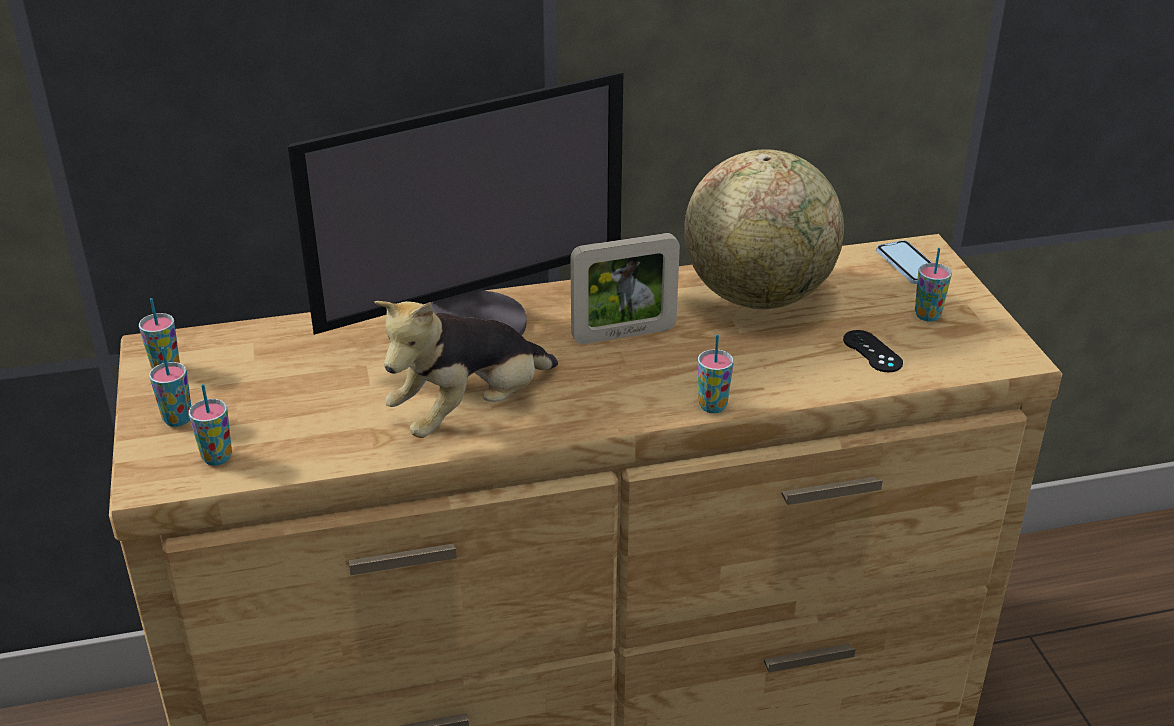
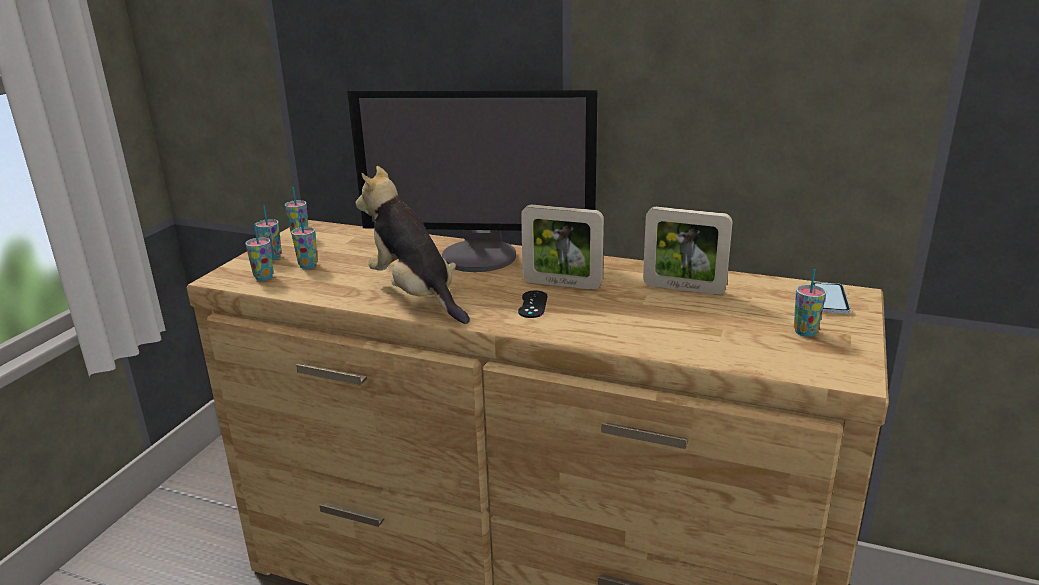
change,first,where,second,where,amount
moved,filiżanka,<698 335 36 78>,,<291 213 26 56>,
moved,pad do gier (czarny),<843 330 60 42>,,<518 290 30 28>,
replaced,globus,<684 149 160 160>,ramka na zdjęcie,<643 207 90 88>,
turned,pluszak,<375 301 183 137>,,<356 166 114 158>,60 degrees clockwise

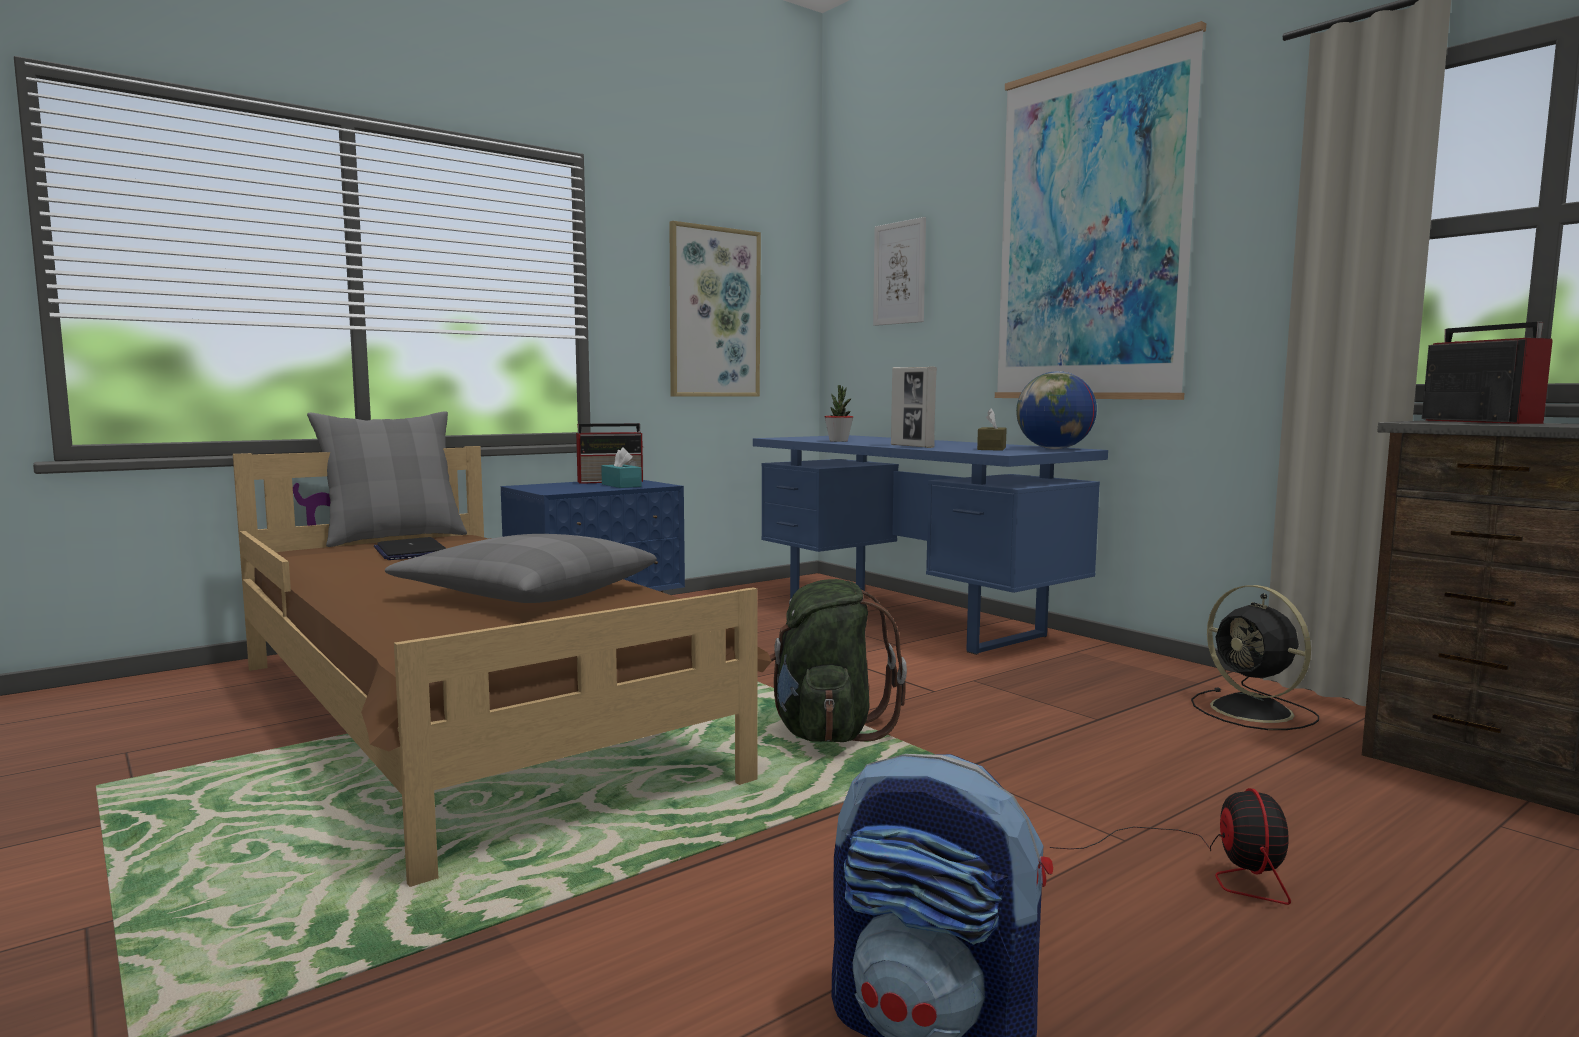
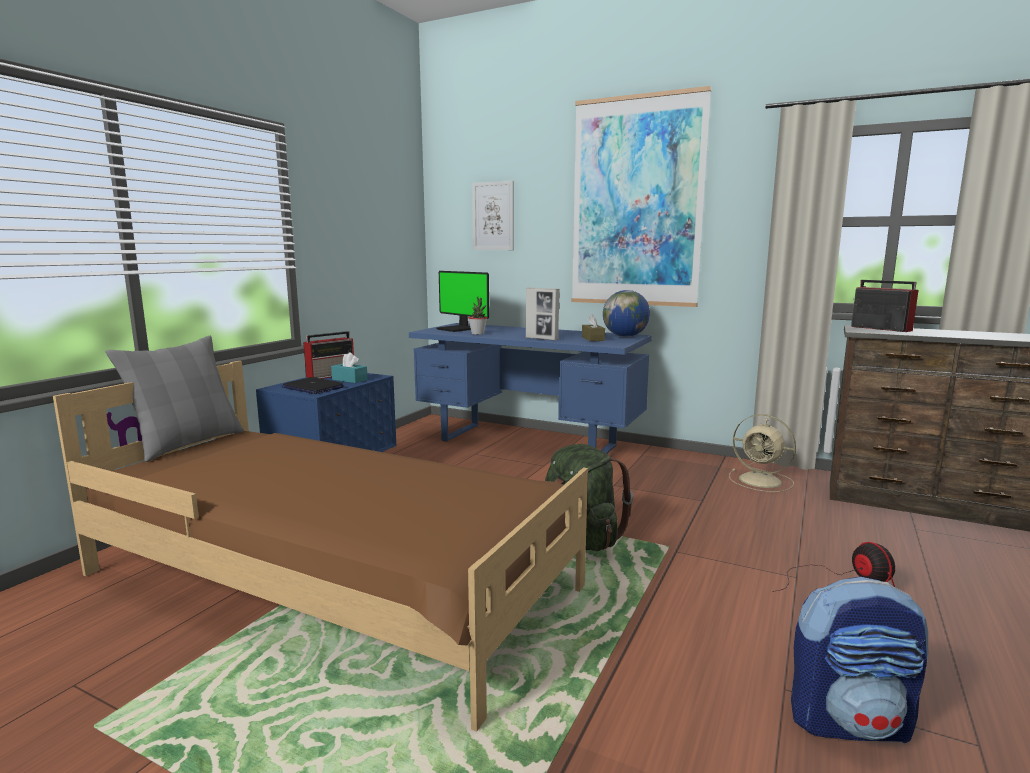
change,first,where,second,where,amount
removed,poduszka (szary),<385 534 272 69>,,,
removed,obraz,<670 221 91 176>,,,
added,,,monitor,<437 271 52 61>,
moved,laptop,<374 537 72 23>,,<282 377 62 17>,
recoloured,wentylator (czarny),<1191 585 128 145>,wentylator (beżowy),<729 414 67 78>,

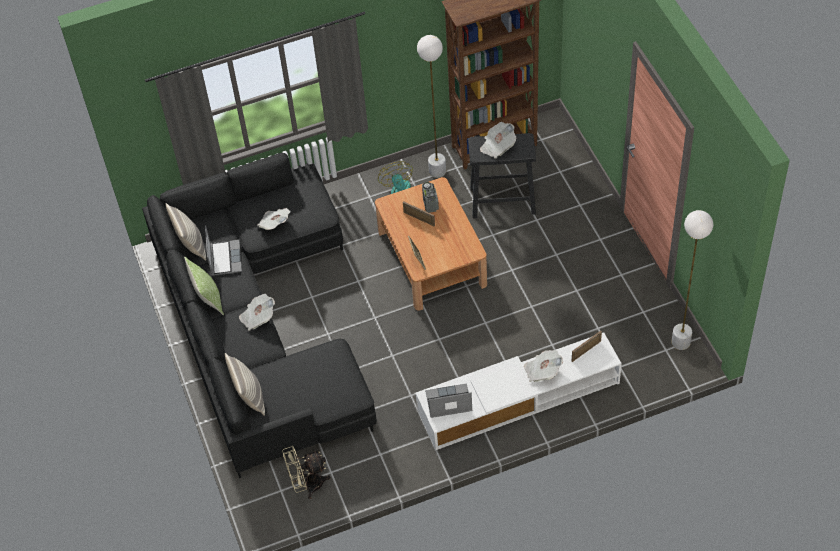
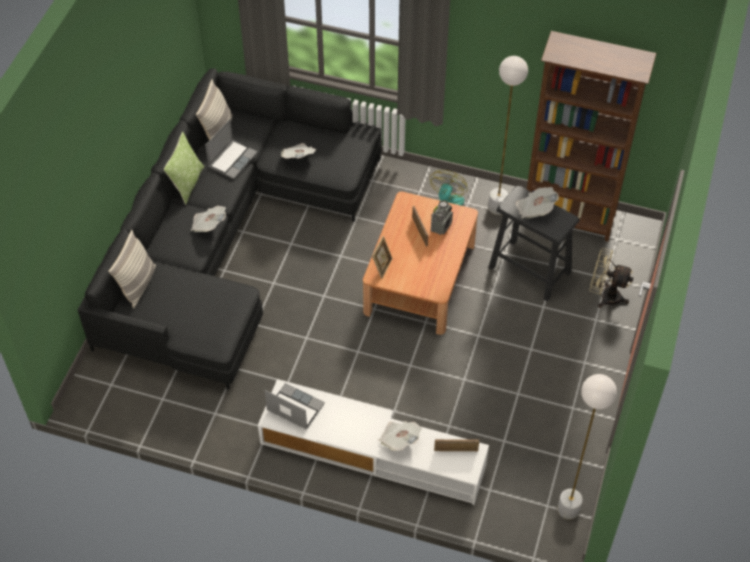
change,first,where,second,where,amount
moved,wentylator (beżowy),<282 446 49 53>,,<590 248 44 60>,

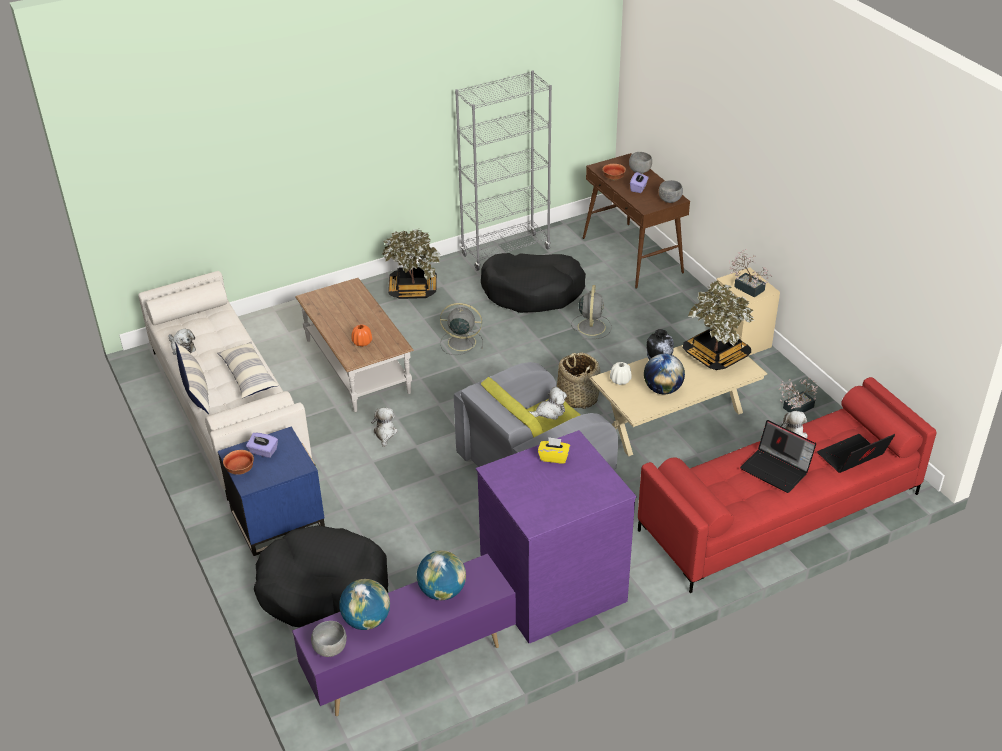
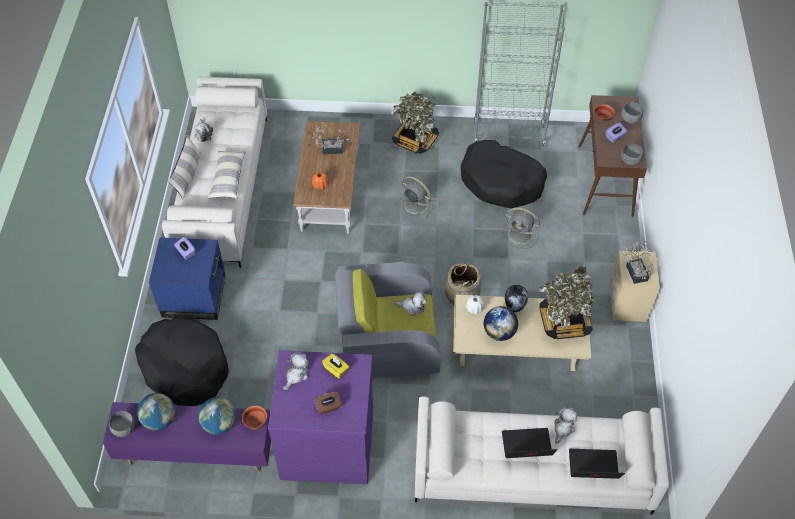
change,first,where,second,where,amount
added,,,pudełko chusteczek (brązowy),<314 391 28 24>,
moved,miska,<223 450 31 25>,,<242 405 25 25>,
moved,pluszak,<371 407 27 40>,,<283 353 26 37>,
moved,roślina doniczkowa,<778 378 40 34>,,<313 124 36 30>,
recoloured,kanapa (czerwony),<638 377 298 216>,kanapa (biały),<415 396 254 119>,
turned,wentylator (szary),<571 285 41 55>,,<503 208 37 41>,75 degrees clockwise
turned,laptop,<740 420 76 73>,,<502 428 55 30>,105 degrees clockwise

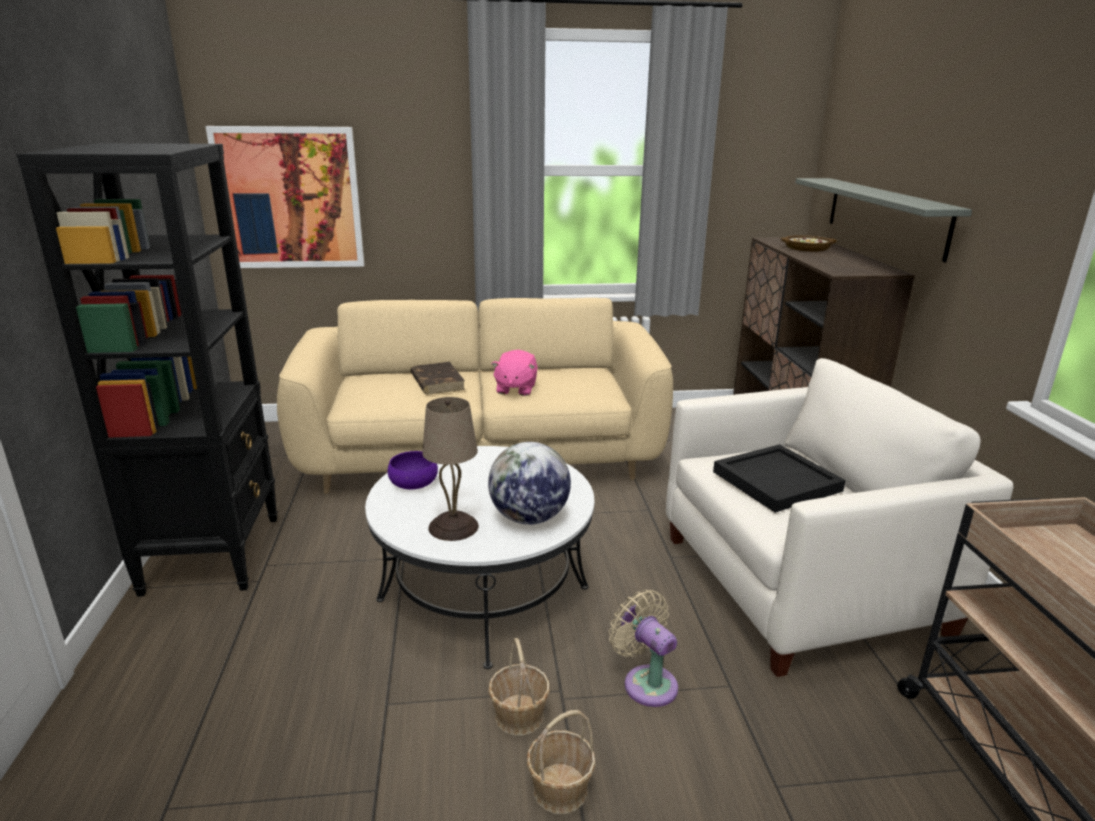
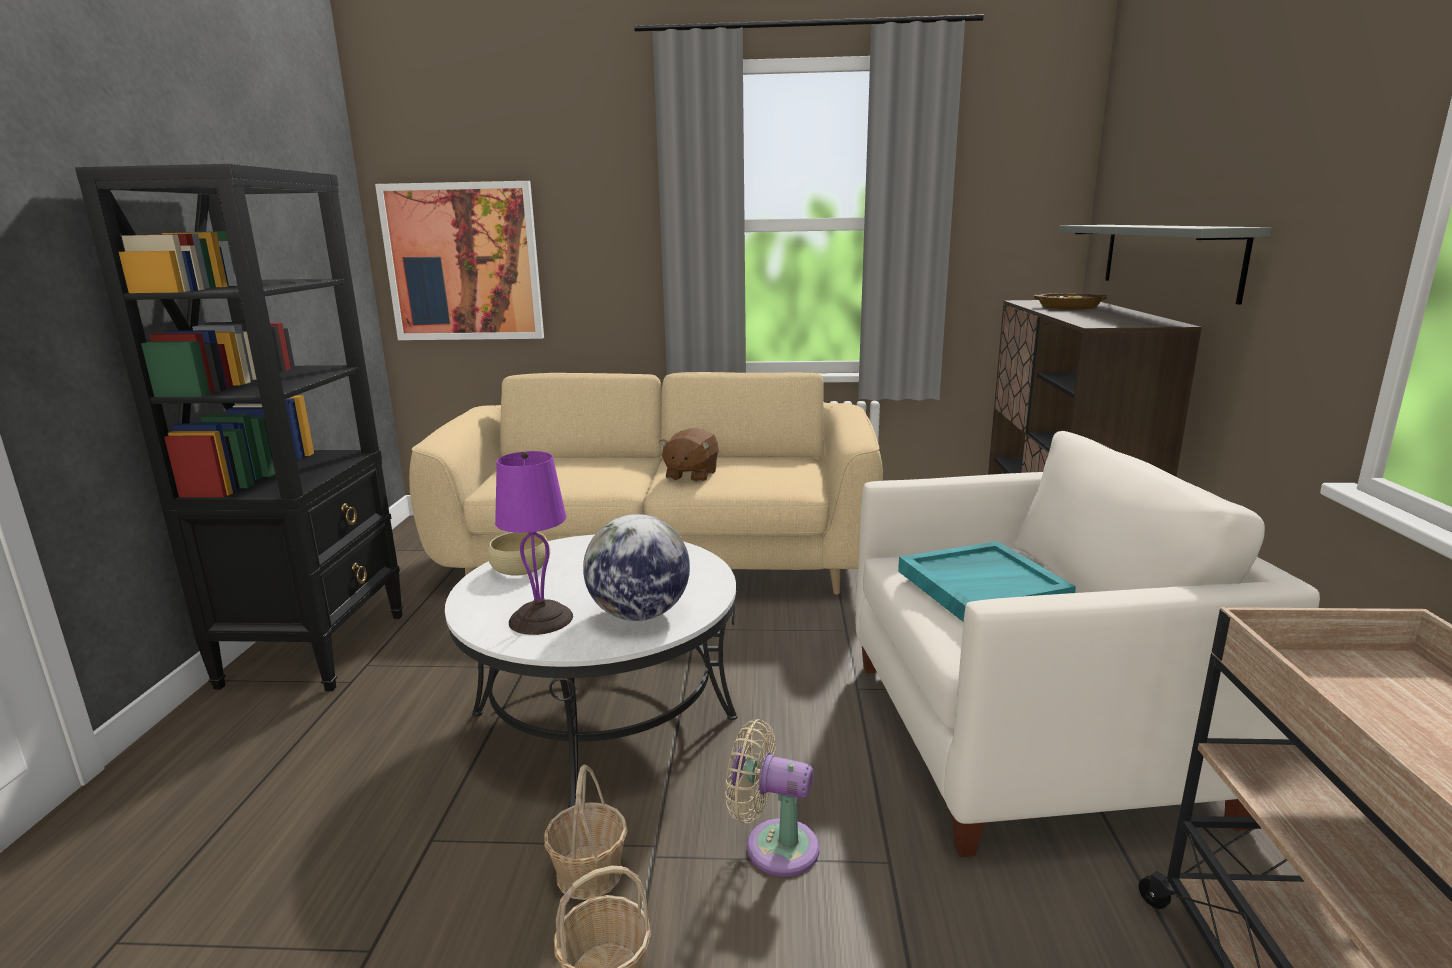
change,first,where,second,where,amount
removed,książka (brązowy),<411 362 54 33>,,,
recoloured,miska (fioletowy),<388 451 50 38>,miska (beżowy),<488 532 62 44>,
recoloured,lampa stołowa (beżowy),<422 397 57 144>,lampa stołowa (fioletowy),<495 451 78 184>,
recoloured,pluszak (różowy),<491 350 47 46>,pluszak (brązowy),<659 428 60 54>,
recoloured,taca (czarny),<713 444 133 69>,taca (turkusowy),<898 541 178 81>,
turned,wentylator (beżowy),<609 590 69 117>,,<725 719 94 158>,45 degrees counterclockwise

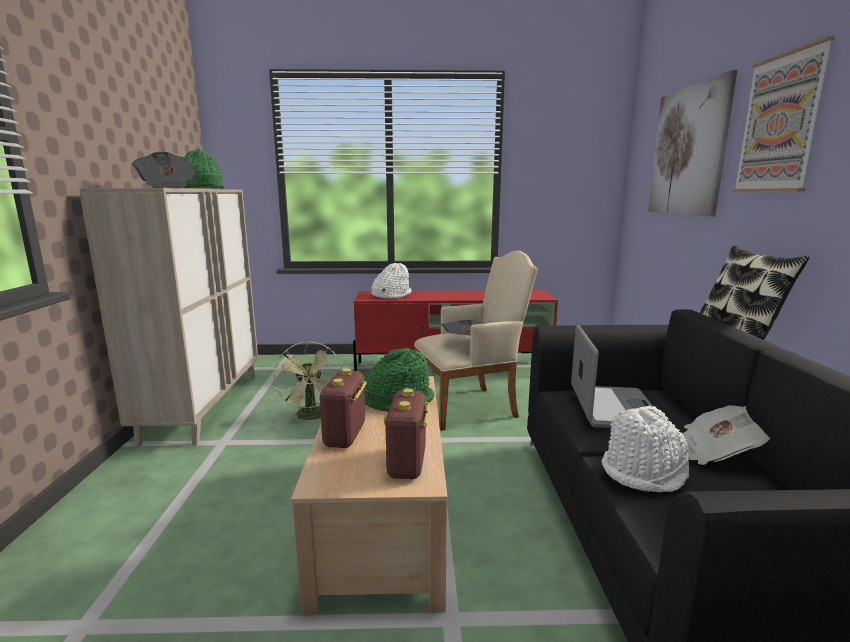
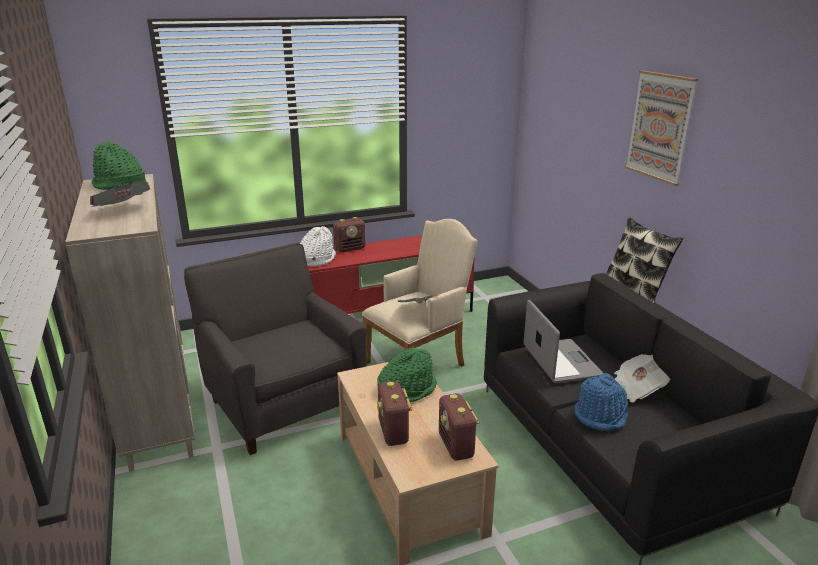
change,first,where,second,where,amount
removed,obraz,<648 70 89 147>,,,
added,,,radio,<333 217 32 35>,
replaced,wentylator (zielony),<274 341 68 81>,fotel (szary),<184 242 183 213>,
recoloured,kapelusz (biały),<602 406 87 86>,kapelusz (niebieski),<575 373 54 58>,

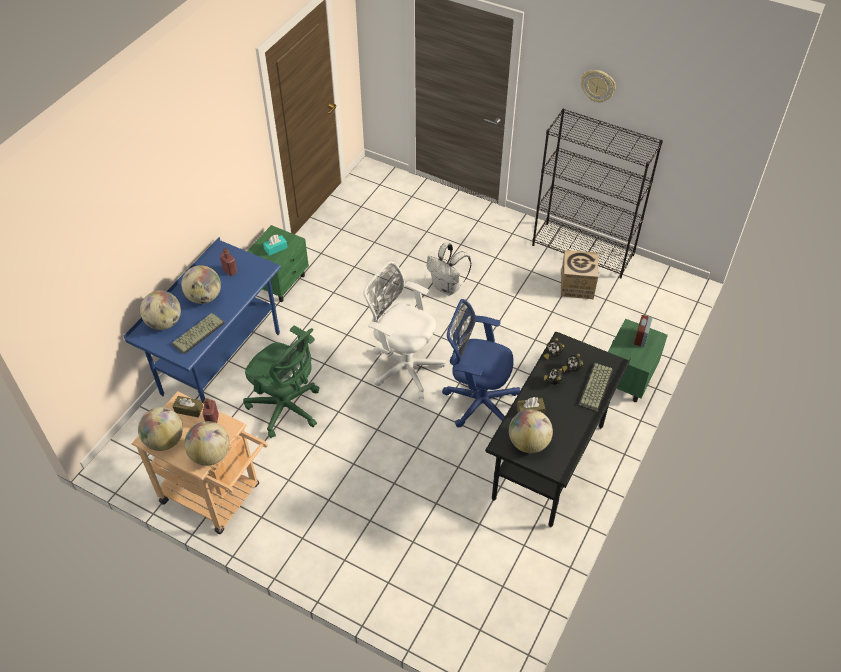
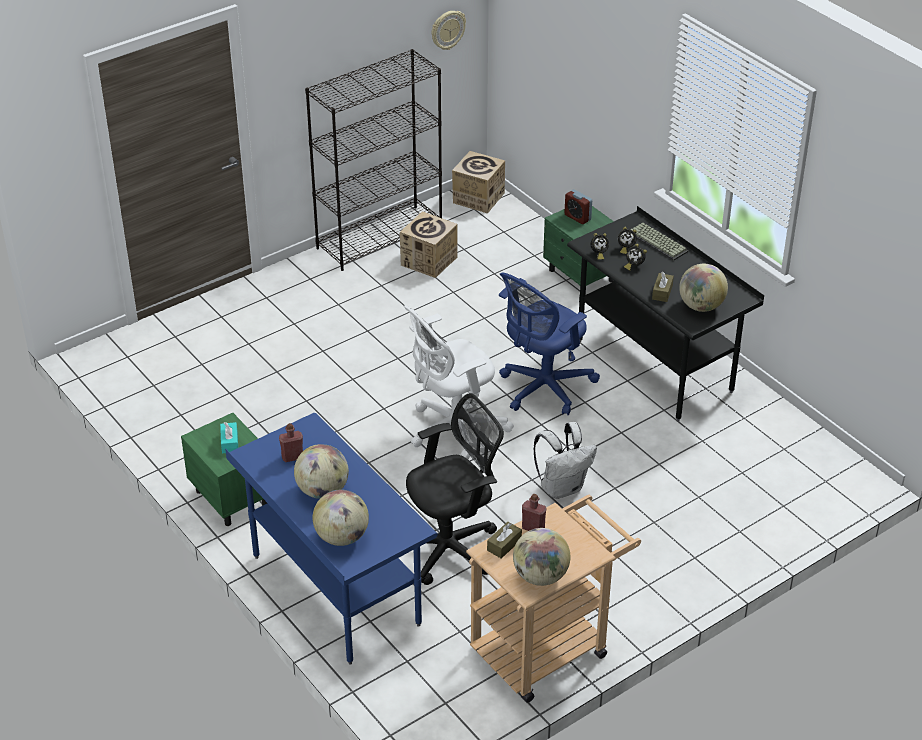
change,first,where,second,where,amount
removed,klawiatura,<172 313 53 41>,,,
removed,globus,<184 421 46 45>,,,
added,,,karton,<452 151 53 63>,
moved,plecak (biały),<427 242 44 54>,,<533 422 64 77>,
moved,zegar ścienny,<581 70 35 32>,,<432 11 34 39>,
recoloured,krzesło biurowe (zielony),<243 326 77 112>,krzesło biurowe (czarny),<406 393 98 192>,

